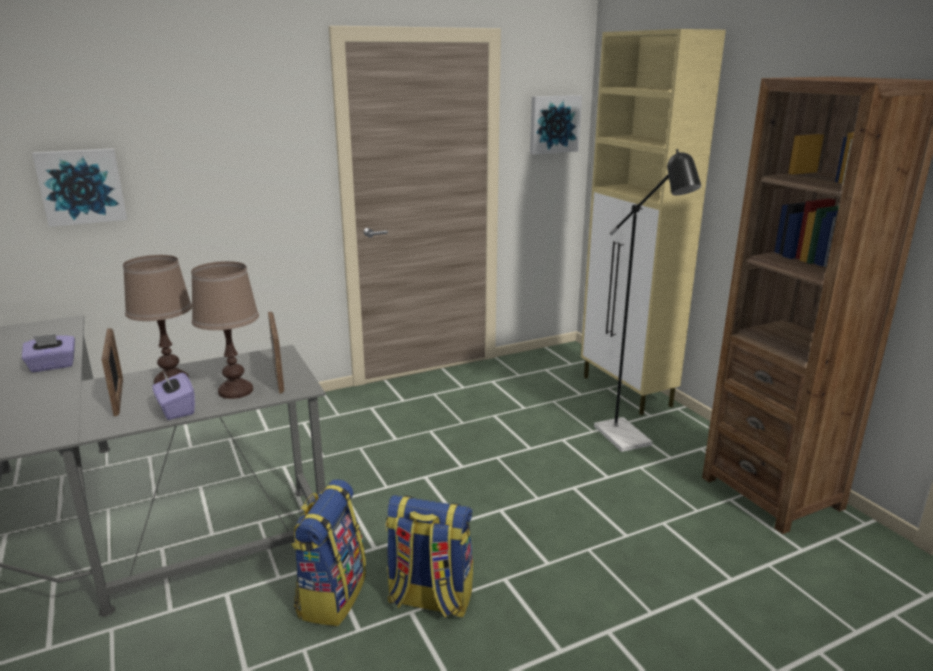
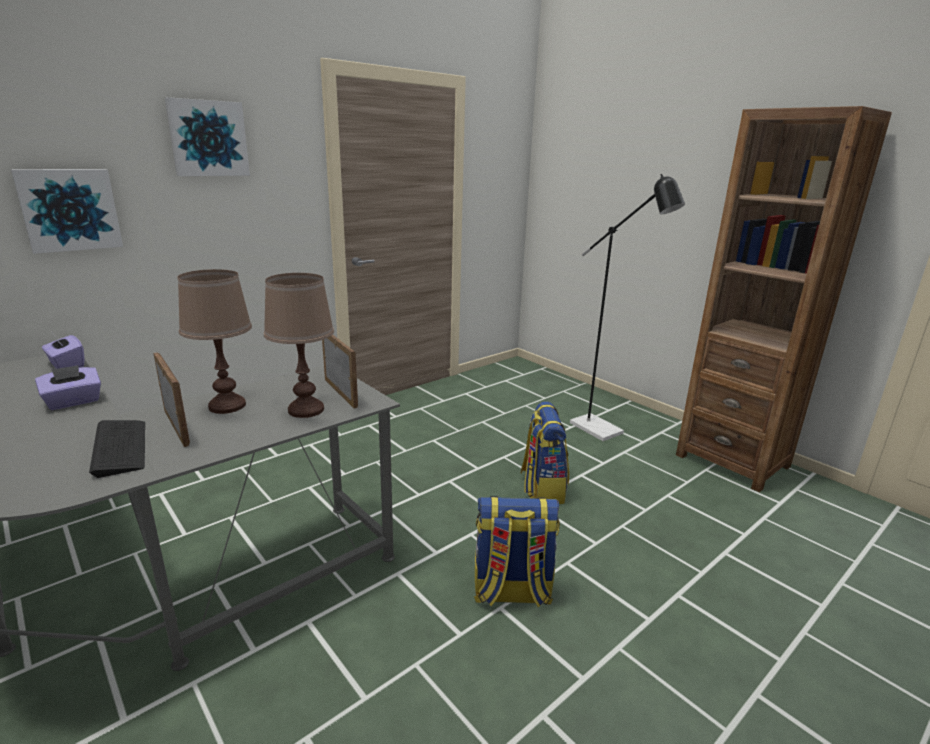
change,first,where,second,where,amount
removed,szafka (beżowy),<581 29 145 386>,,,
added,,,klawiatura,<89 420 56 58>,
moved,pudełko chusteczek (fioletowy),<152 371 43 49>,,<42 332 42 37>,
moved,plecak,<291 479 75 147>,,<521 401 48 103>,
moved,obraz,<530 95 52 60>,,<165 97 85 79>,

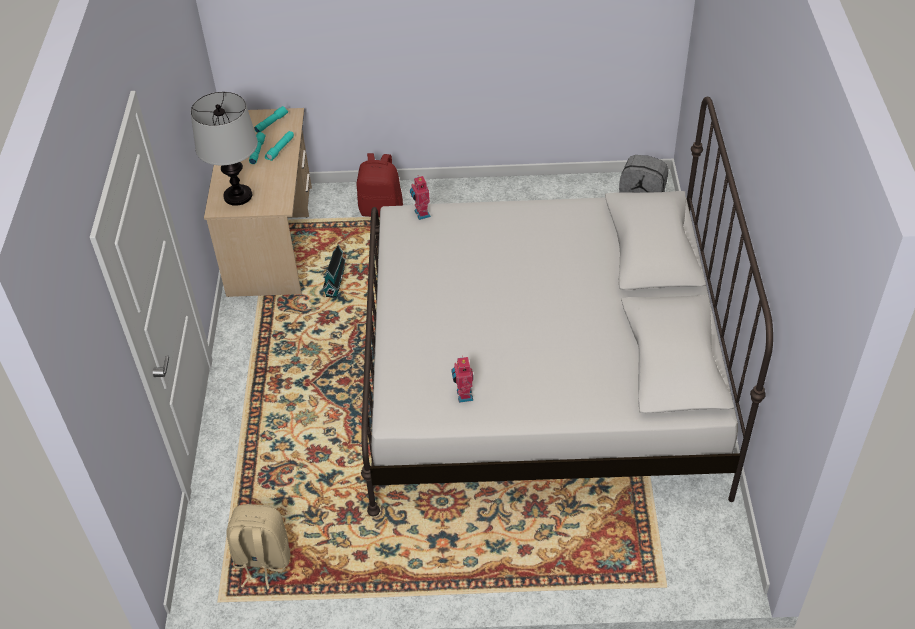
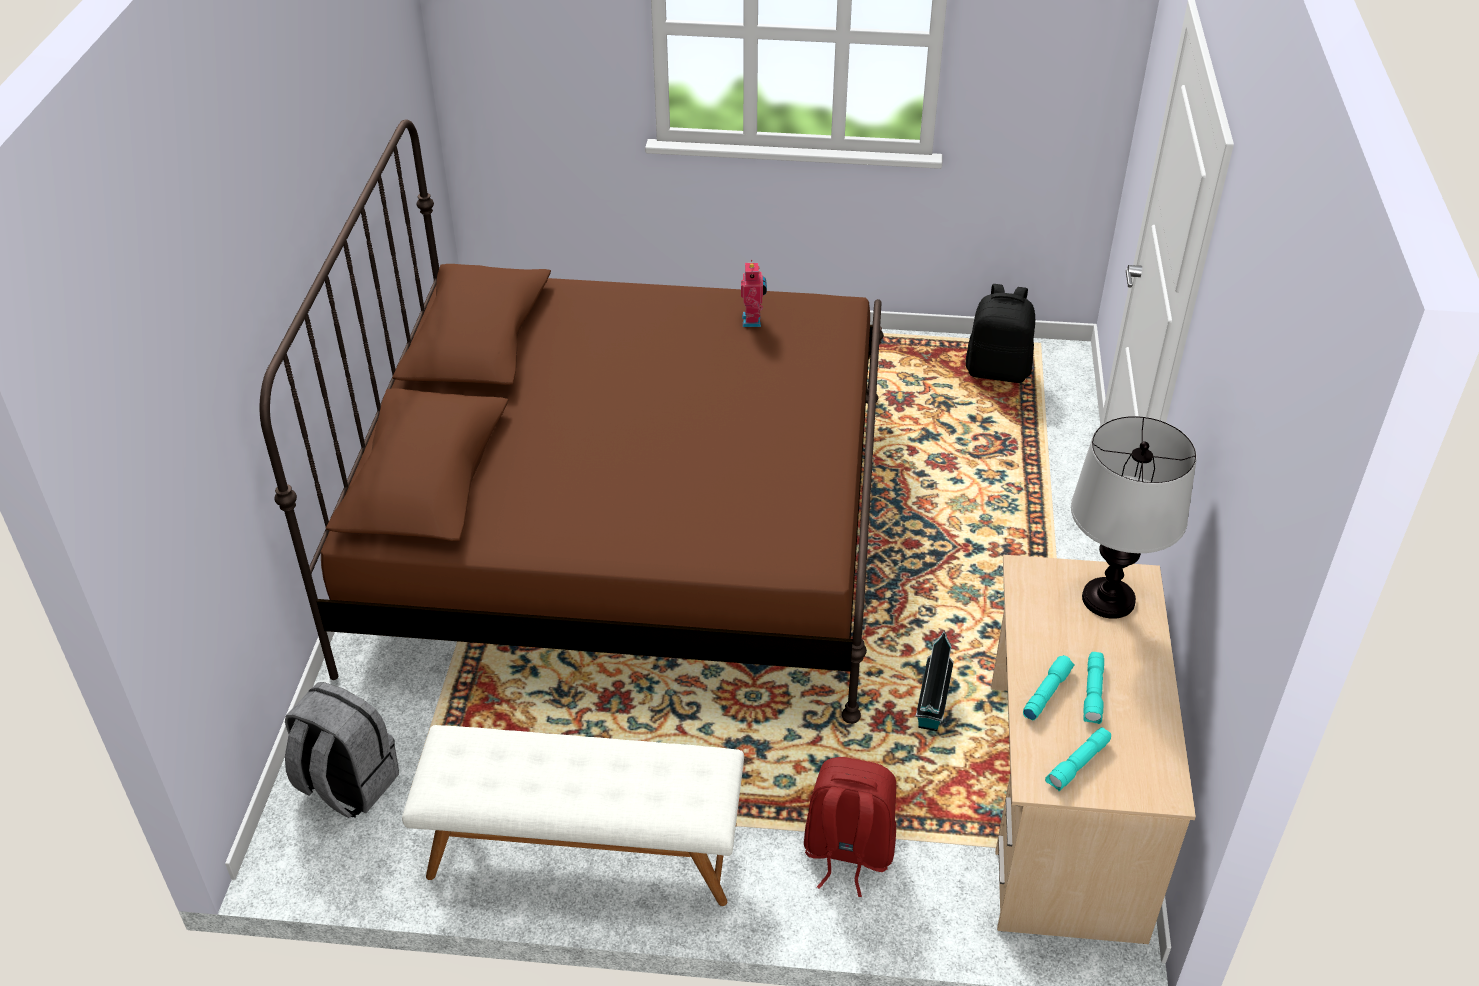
change,first,where,second,where,amount
removed,robot zabawkowy,<410 175 21 45>,,,
added,,,ławka (biały),<402 725 342 181>,
recoloured,plecak (beżowy),<226 504 64 85>,plecak (czarny),<966 284 69 99>,
recoloured,łóżko (biały),<361 96 412 420>,łóżko (brązowy),<260 119 624 605>,

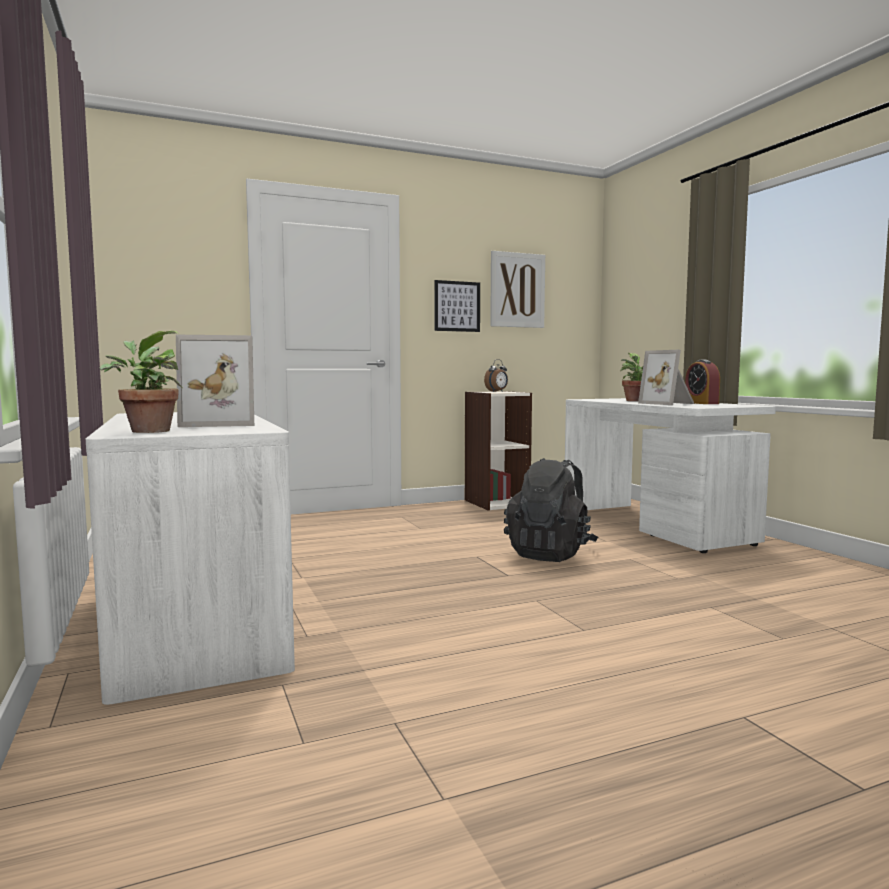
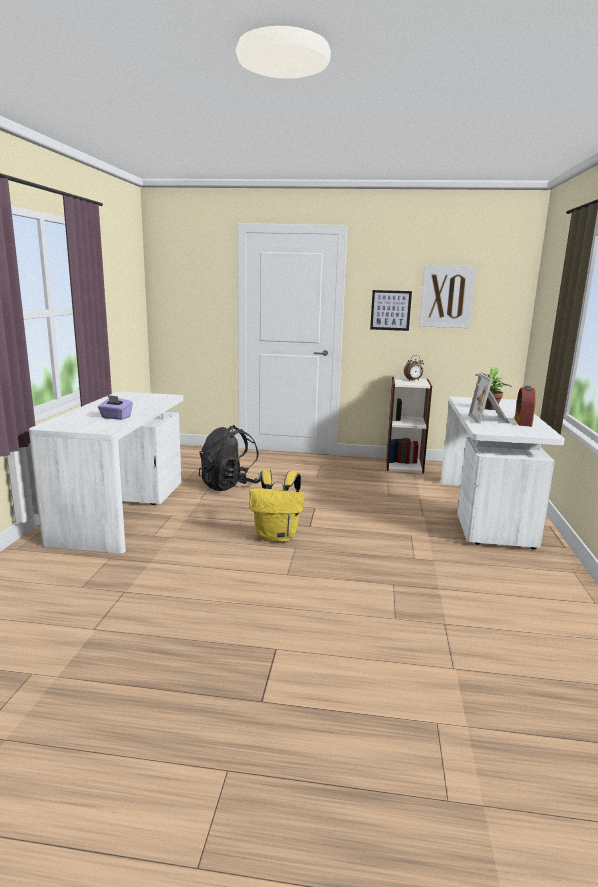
change,first,where,second,where,amount
removed,roślina doniczkowa,<99 331 84 102>,,,
added,,,plecak (żółty),<249 470 56 72>,
moved,plecak (czarny),<504 458 94 104>,,<199 425 62 66>,
replaced,ramka na zdjęcie,<176 335 78 92>,pudełko chusteczek (fioletowy),<98 395 35 25>,

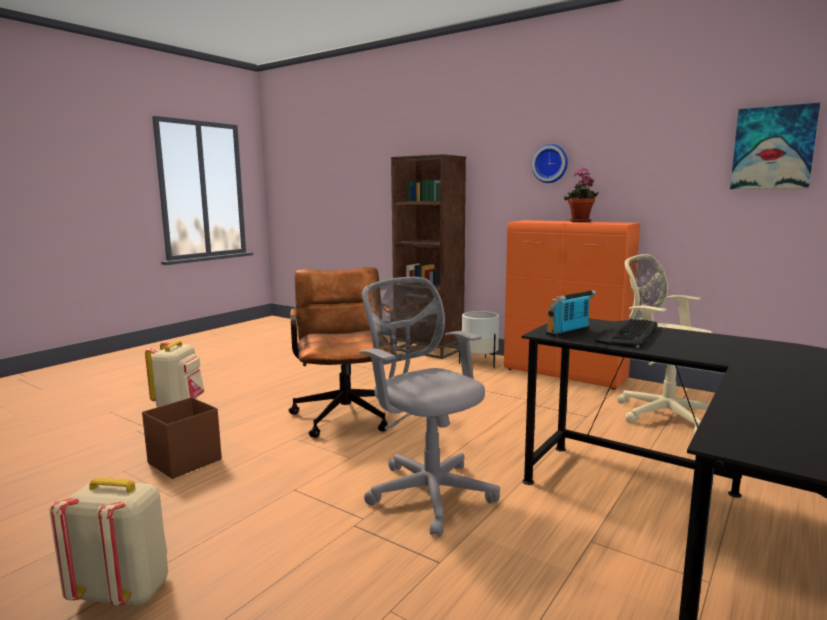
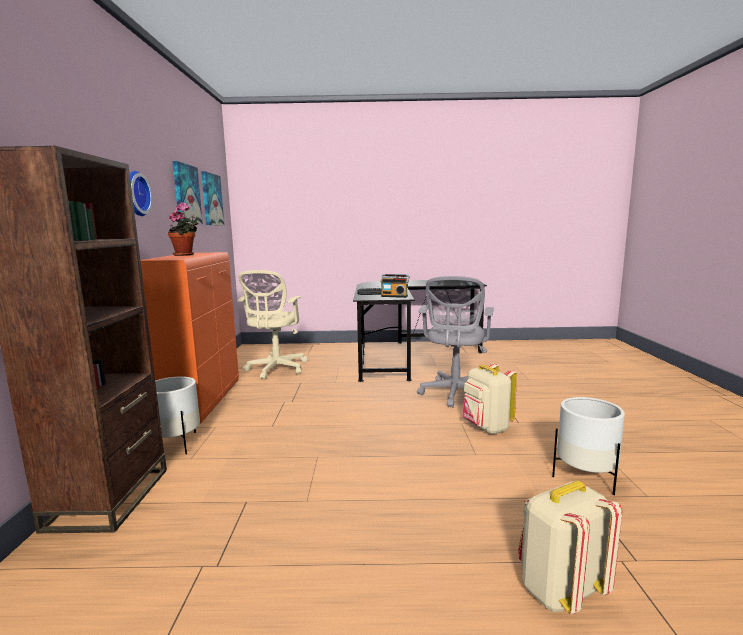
change,first,where,second,where,amount
removed,krzesło biurowe (brązowy),<289 267 105 171>,,,
added,,,obraz,<173 161 30 63>,
moved,plecak (beżowy),<50 477 118 129>,,<462 363 55 71>,
replaced,pojemnik do przechowywania (brązowy),<142 397 80 82>,donica (biały),<552 397 73 98>,

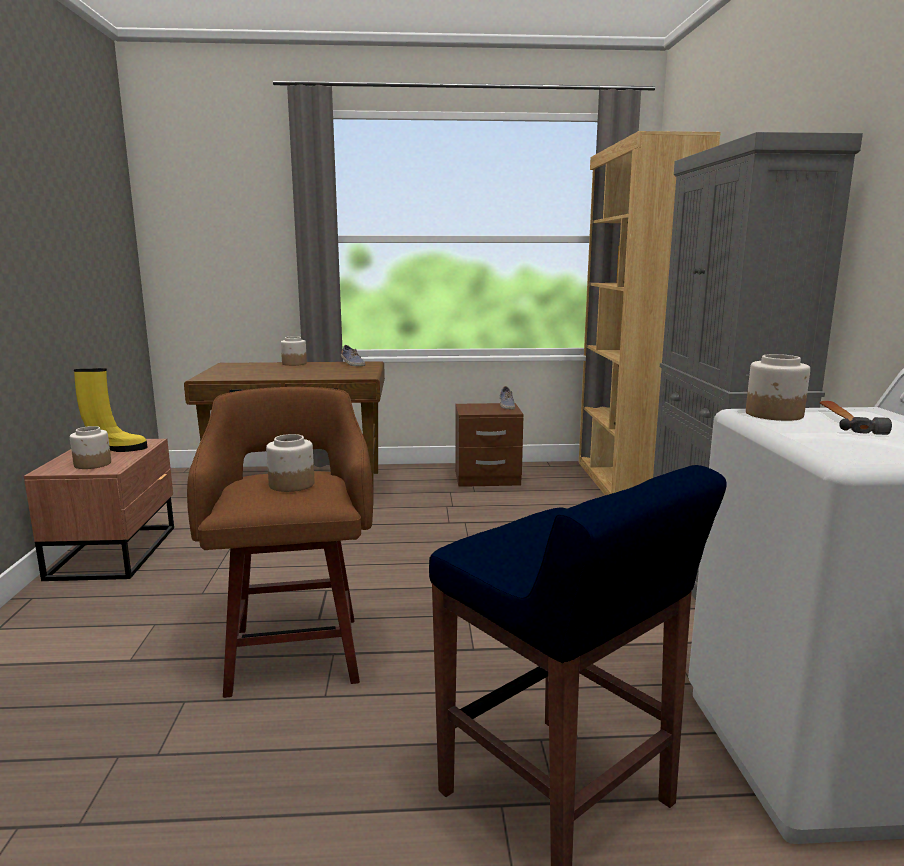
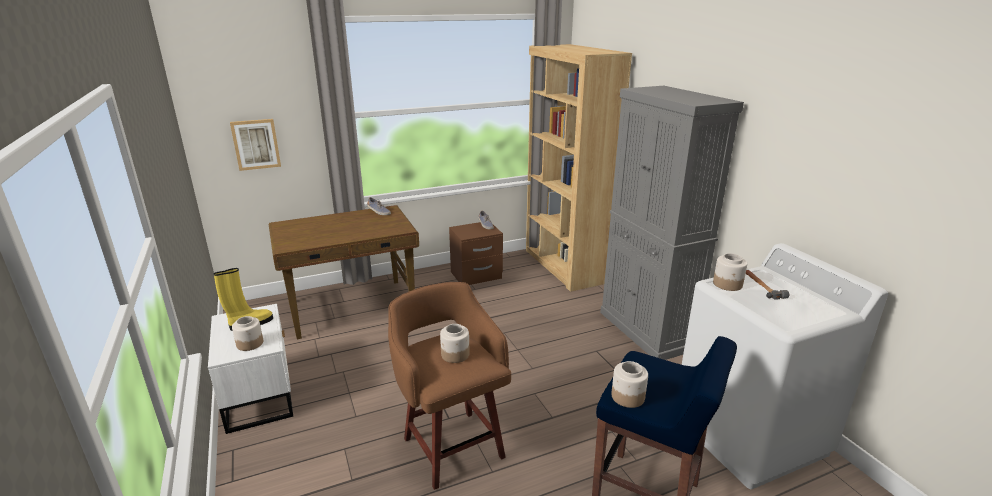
change,first,where,second,where,amount
added,,,obraz,<230 119 51 52>,
moved,słoik,<281 336 26 30>,,<611 361 37 47>,
recoloured,szafka nocna (brązowy),<24 439 150 142>,szafka nocna (biały),<208 304 85 130>,

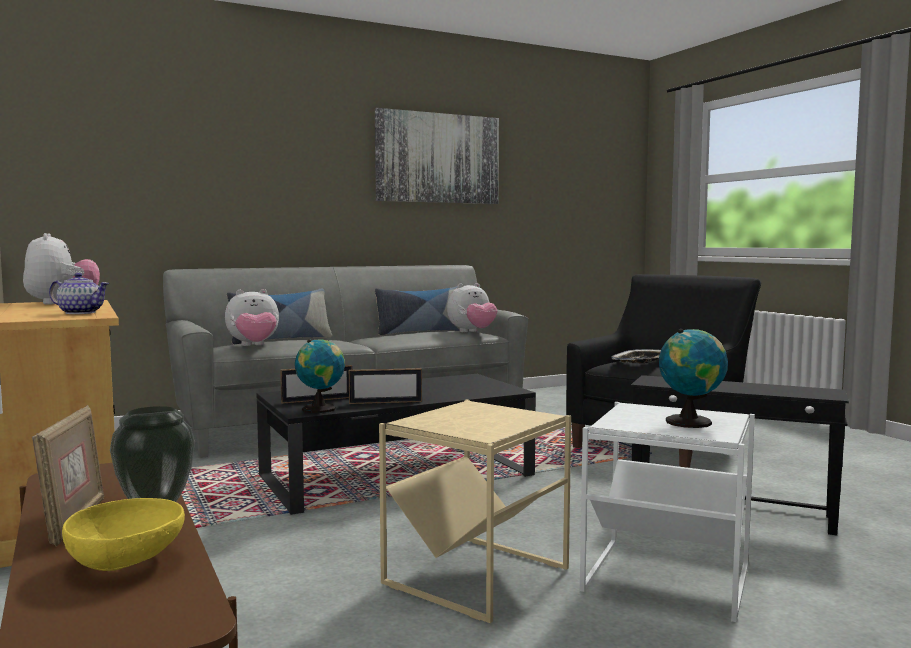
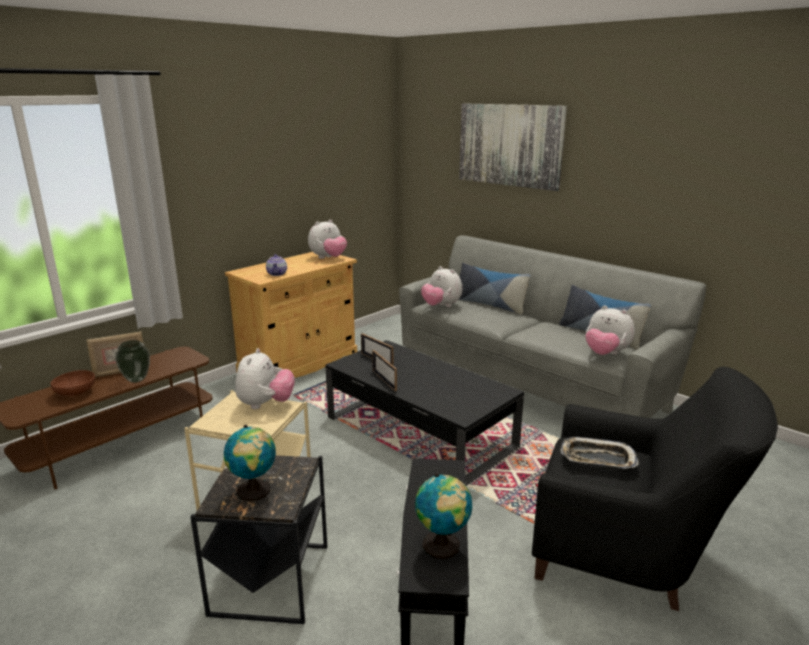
change,first,where,second,where,amount
added,,,pluszak,<235 348 60 61>,
moved,globus,<295 339 50 74>,,<415 473 57 86>,
moved,obraz,<375 108 124 96>,,<459 103 108 88>,
recoloured,miska (żółty),<62 498 123 73>,miska (brązowy),<50 370 45 26>,
recoloured,stolik (biały),<580 402 175 220>,stolik (czarny),<190 455 137 169>,

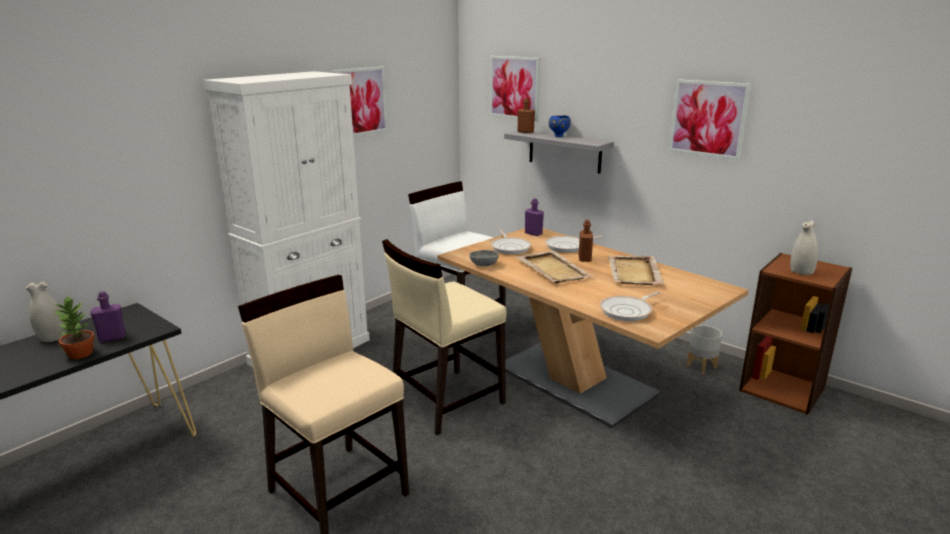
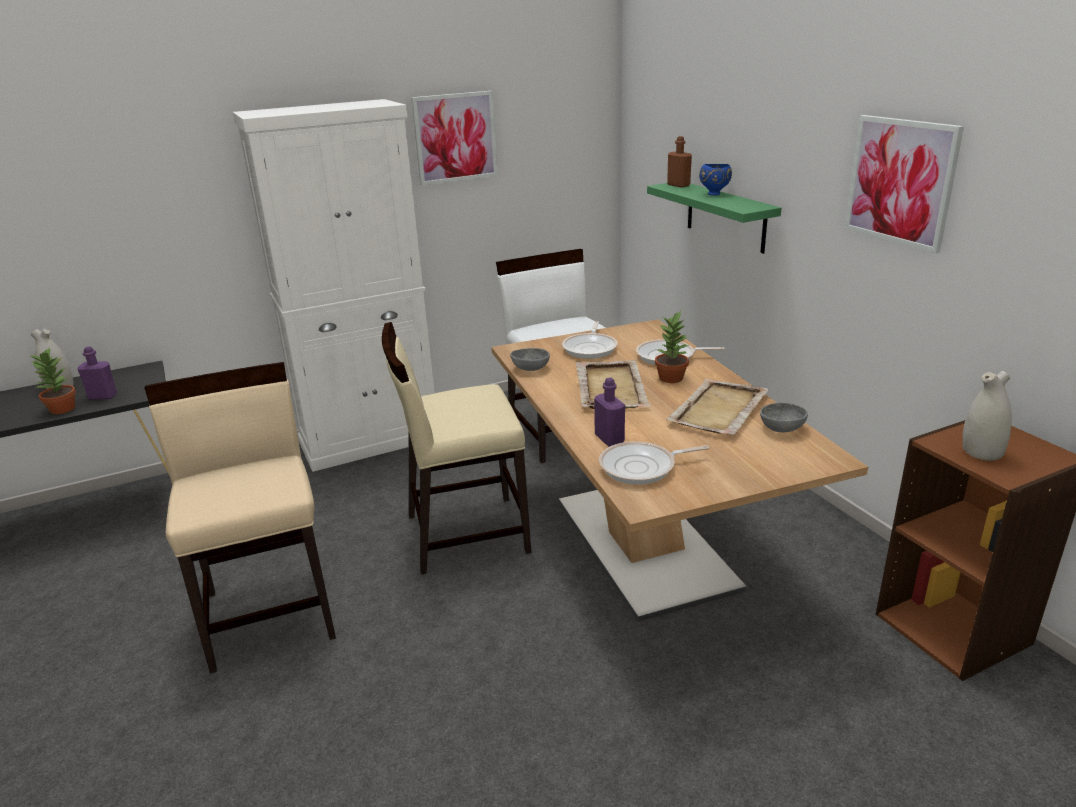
change,first,where,second,where,amount
removed,obraz,<490 56 50 65>,,,
removed,donica (szary),<687 325 35 49>,,,
added,,,miska (szary),<760 402 48 30>,
moved,butelka (fioletowy),<525 198 19 38>,,<594 377 31 70>,
replaced,butelka (brązowy),<579 220 14 42>,roślina doniczkowa,<655 311 34 72>,
recoloured,półka (szary),<504 131 110 43>,półka (zielony),<647 183 134 71>,

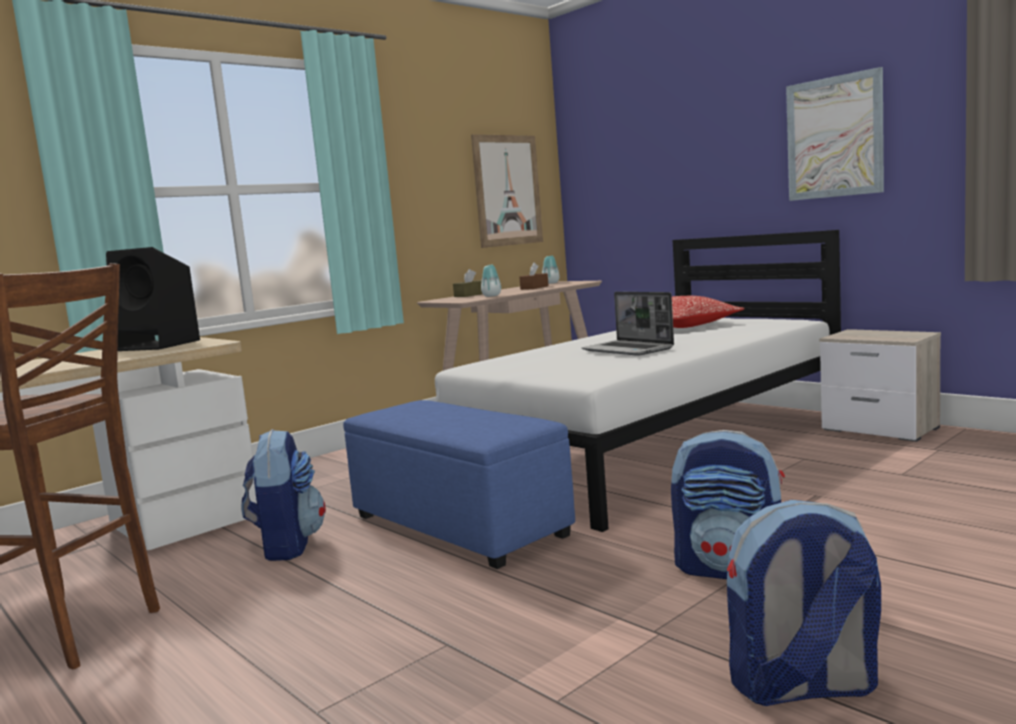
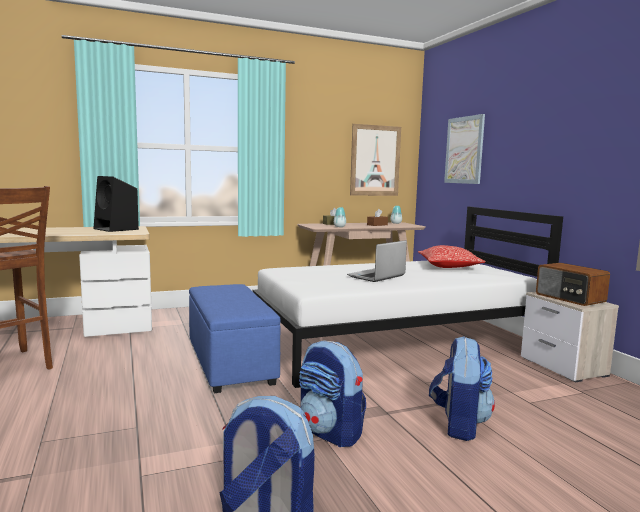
change,first,where,second,where,amount
added,,,radio,<536 263 74 43>,
moved,plecak,<241 429 85 132>,,<429 336 66 105>,
moved,obraz,<786 67 98 134>,,<444 114 41 70>,
turned,laptop,<582 292 92 64>,,<347 240 60 42>,60 degrees clockwise

